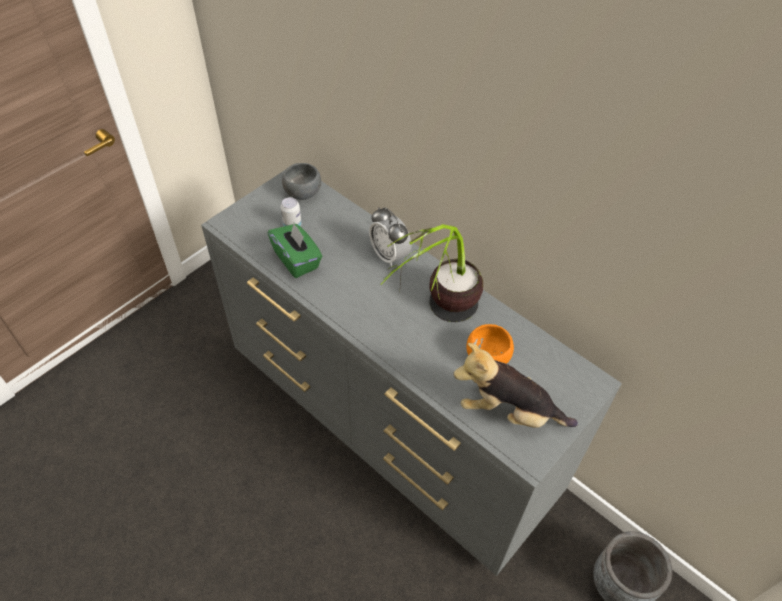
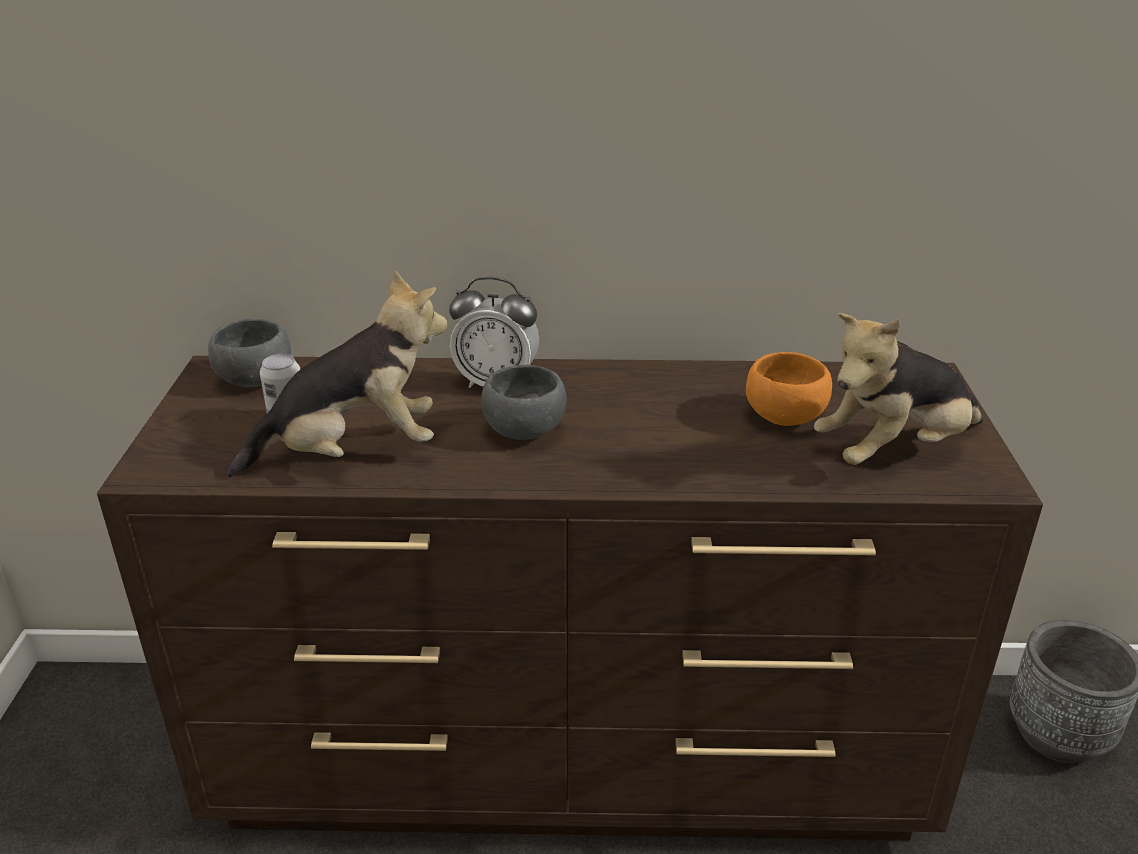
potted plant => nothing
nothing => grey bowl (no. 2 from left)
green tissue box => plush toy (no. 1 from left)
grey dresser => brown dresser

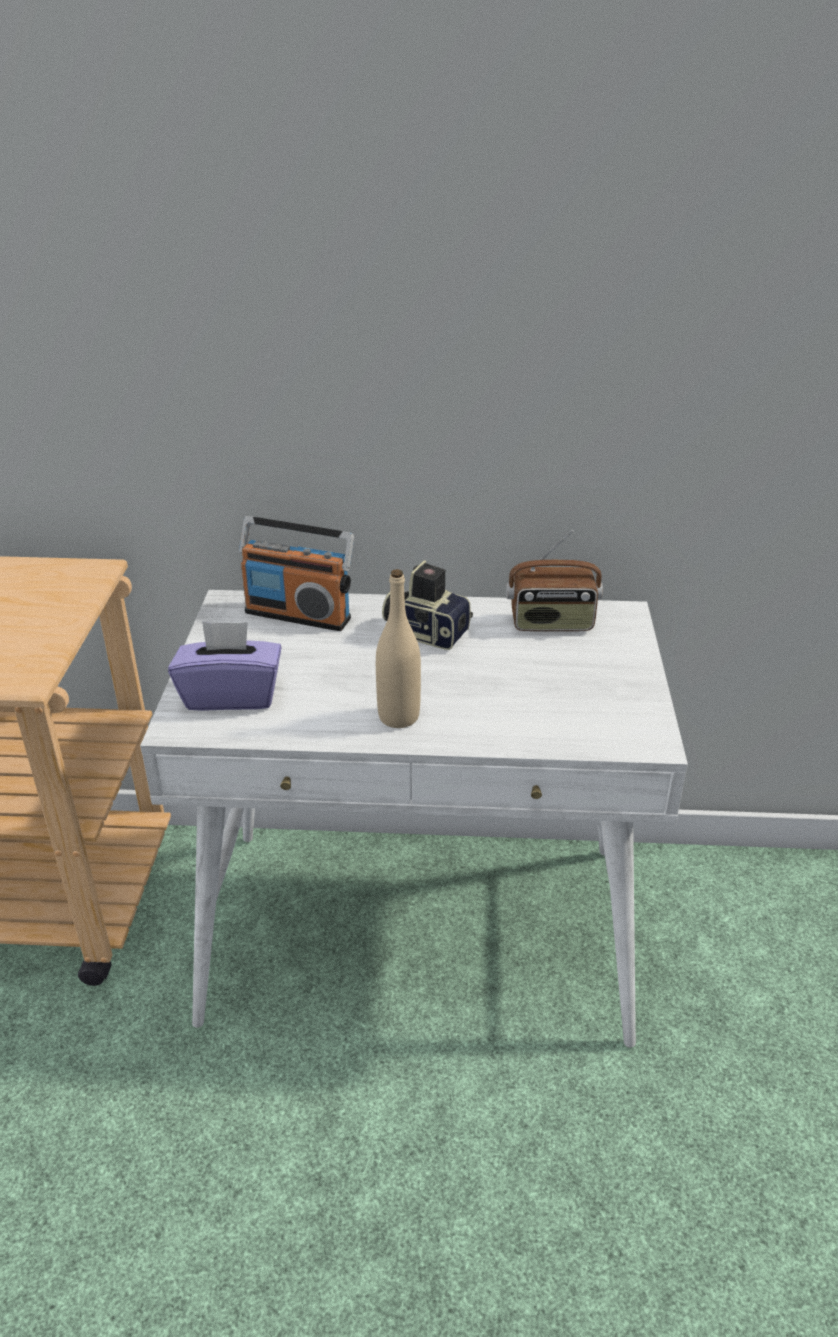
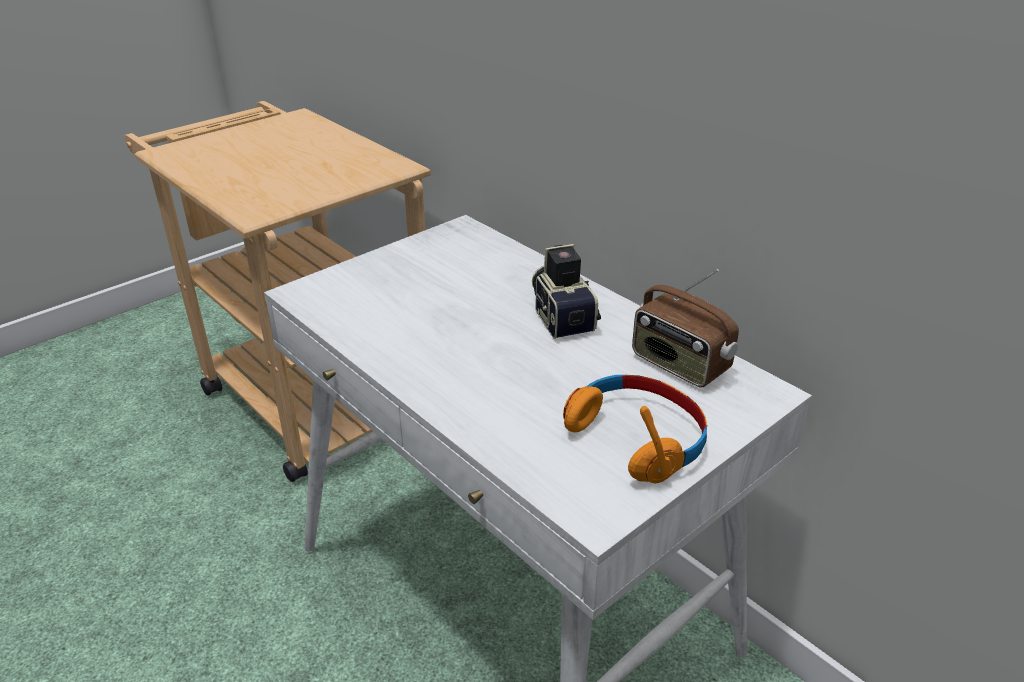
purple tissue box => nothing
radio (no. 1 from left) => nothing
beige bottle => nothing
nothing => orange headphones

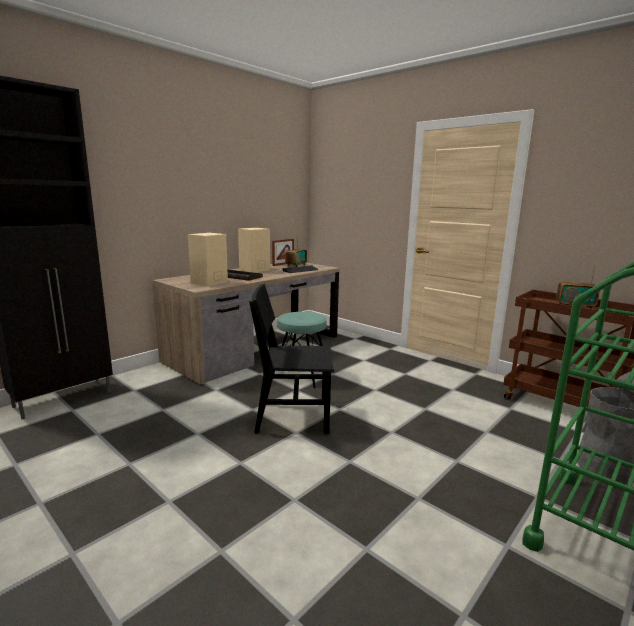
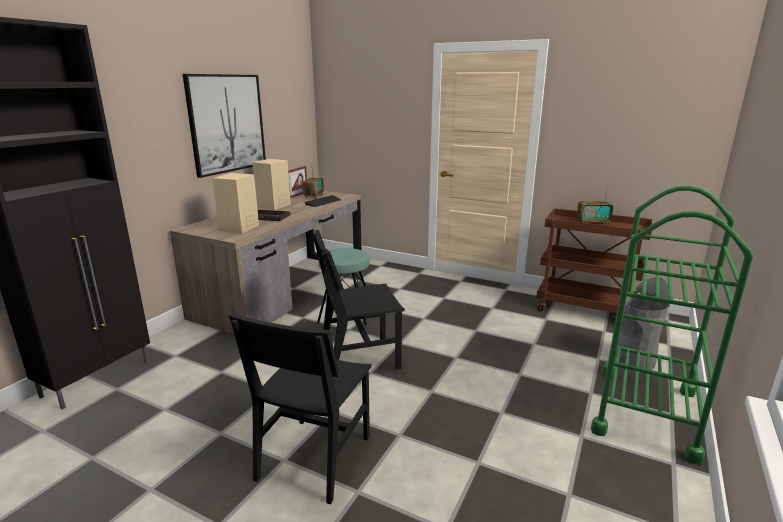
nothing => picture
nothing => black chair (no. 1 from left)

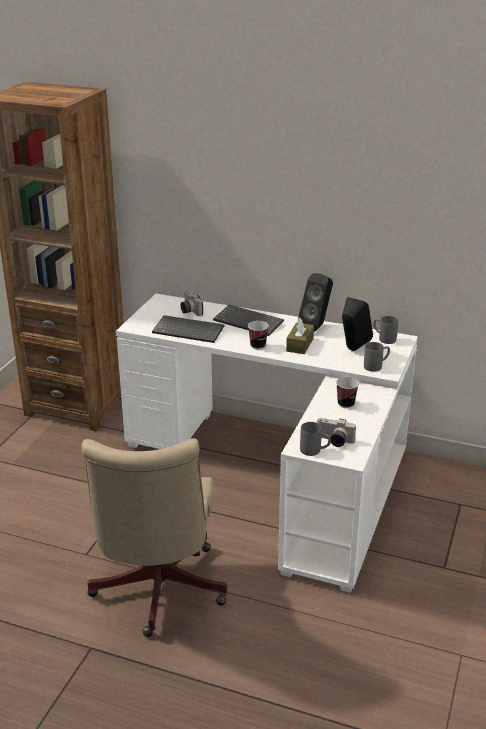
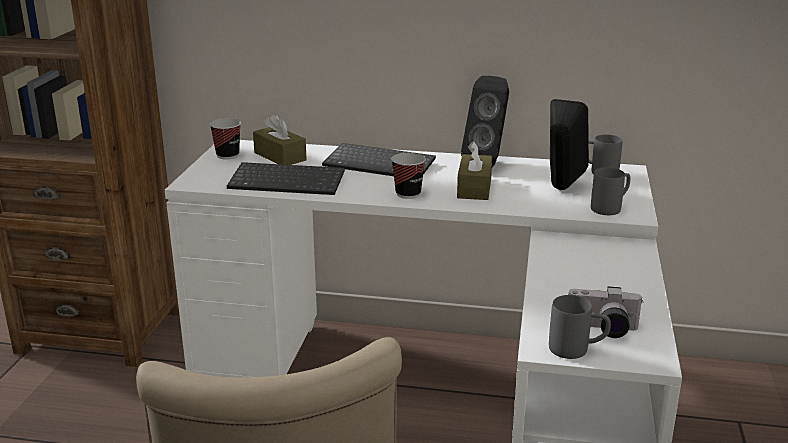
cup (no. 2 from left in the first image) => cup (no. 1 from left), relocated
photo camera (no. 1 from left) => brown tissue box (no. 1 from left)

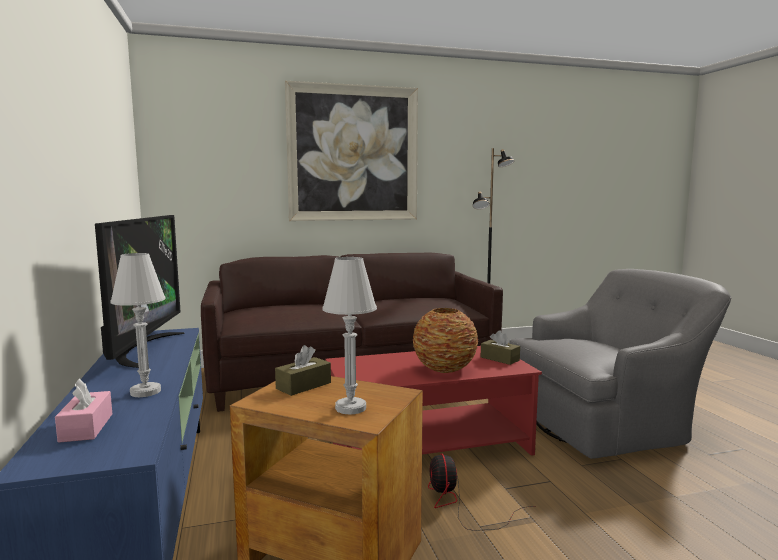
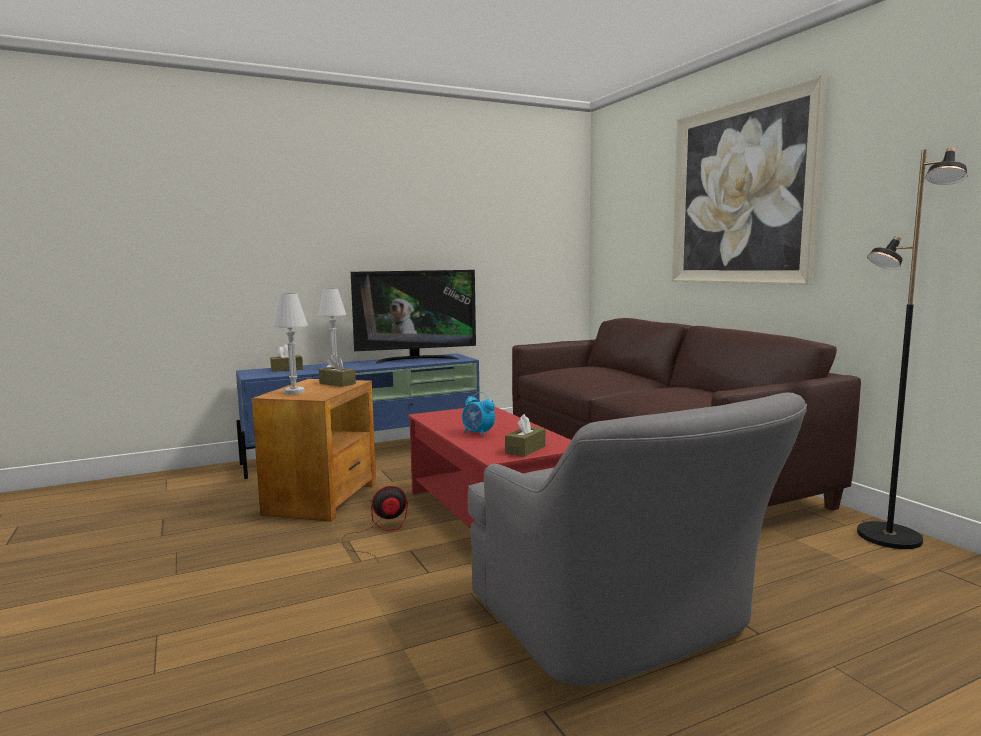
vase => alarm clock
pink tissue box => brown tissue box (no. 1 from left)

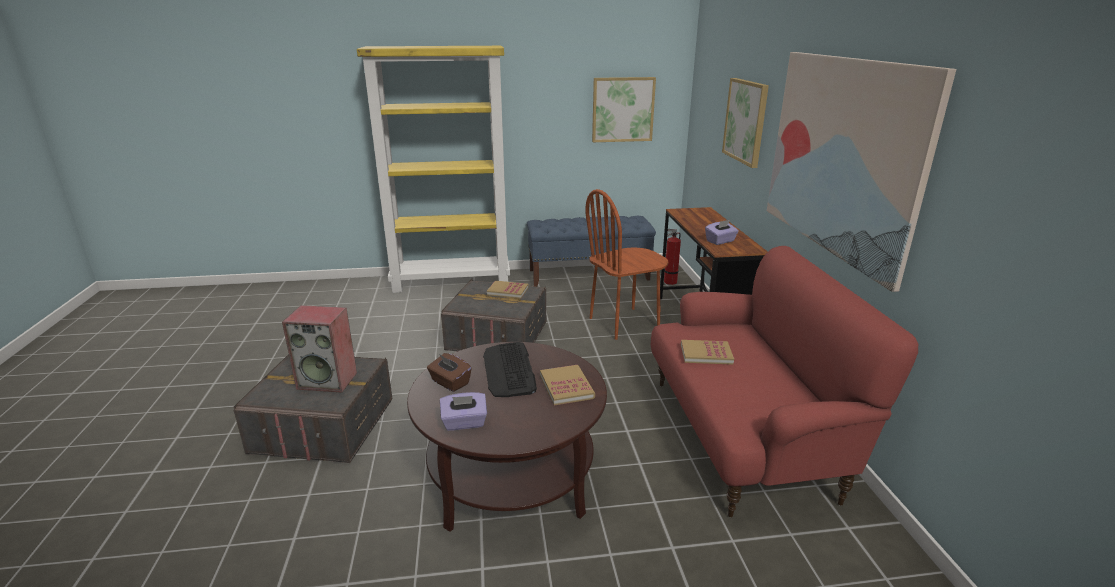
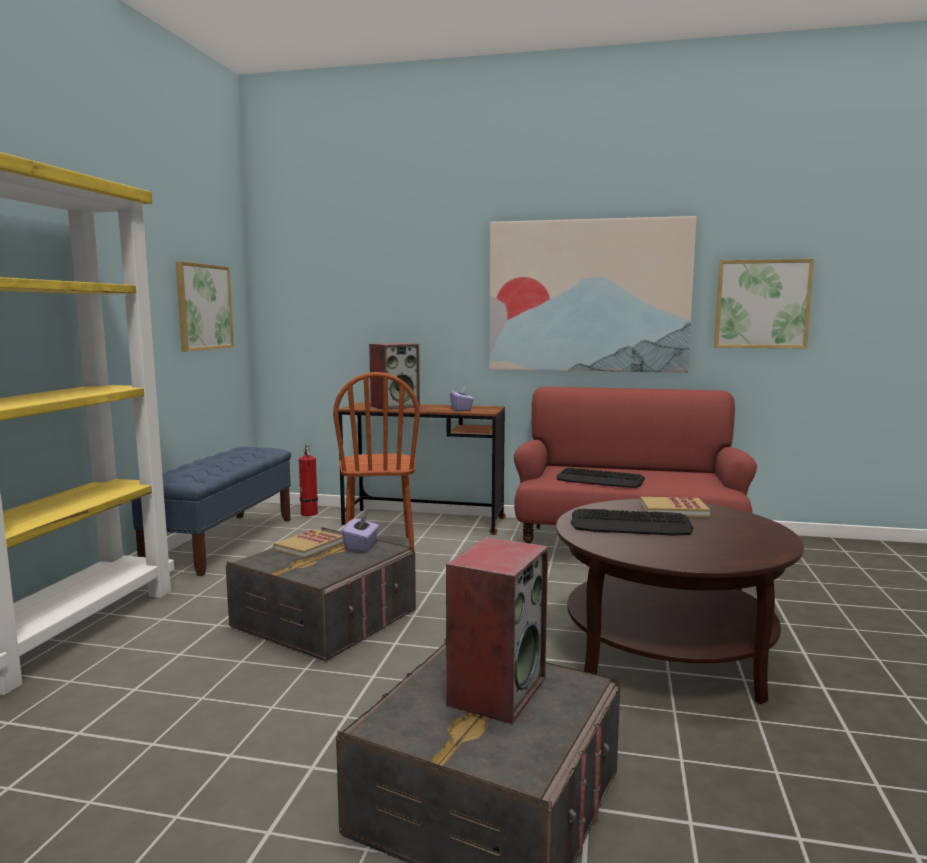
brown tissue box => nothing
nothing => speaker (no. 1 from left)
purple tissue box (no. 1 from left), relocated
picture (no. 2 from left in the first image) => picture (no. 3 from left), relocated
book (no. 3 from left) => keyboard (no. 1 from left)

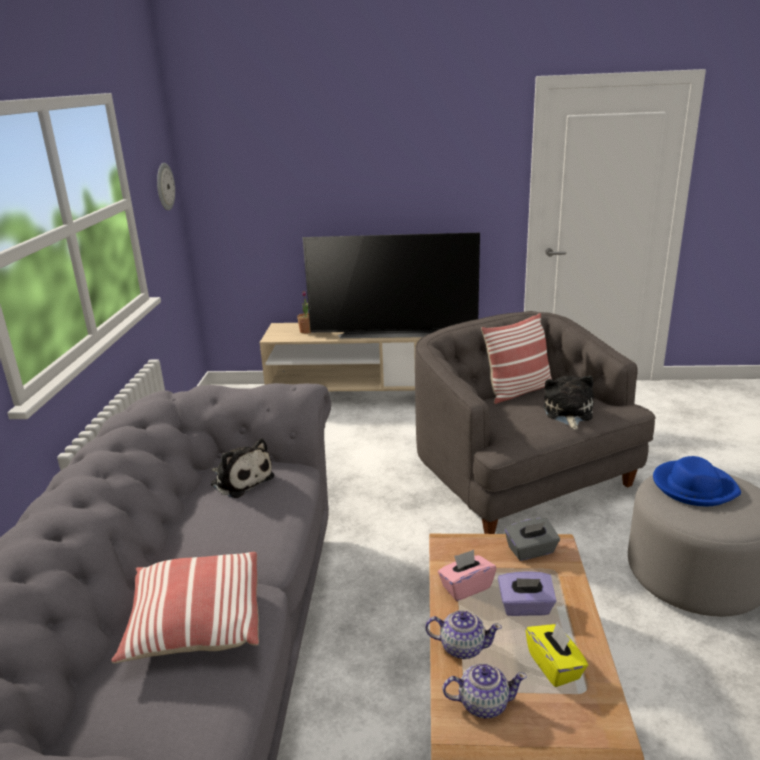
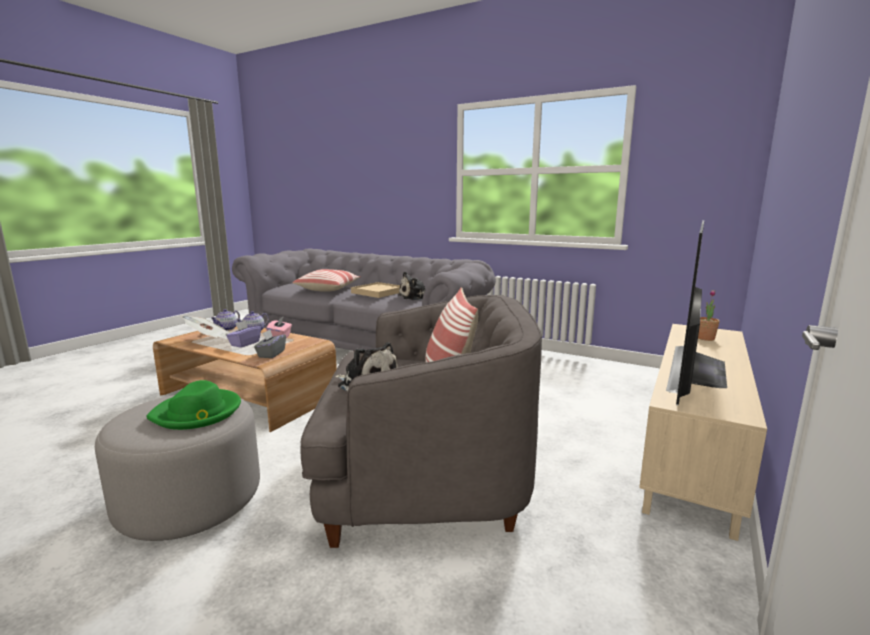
wall clock => nothing
nothing => beige tray
yellow tissue box => newspaper
blue hat => green hat

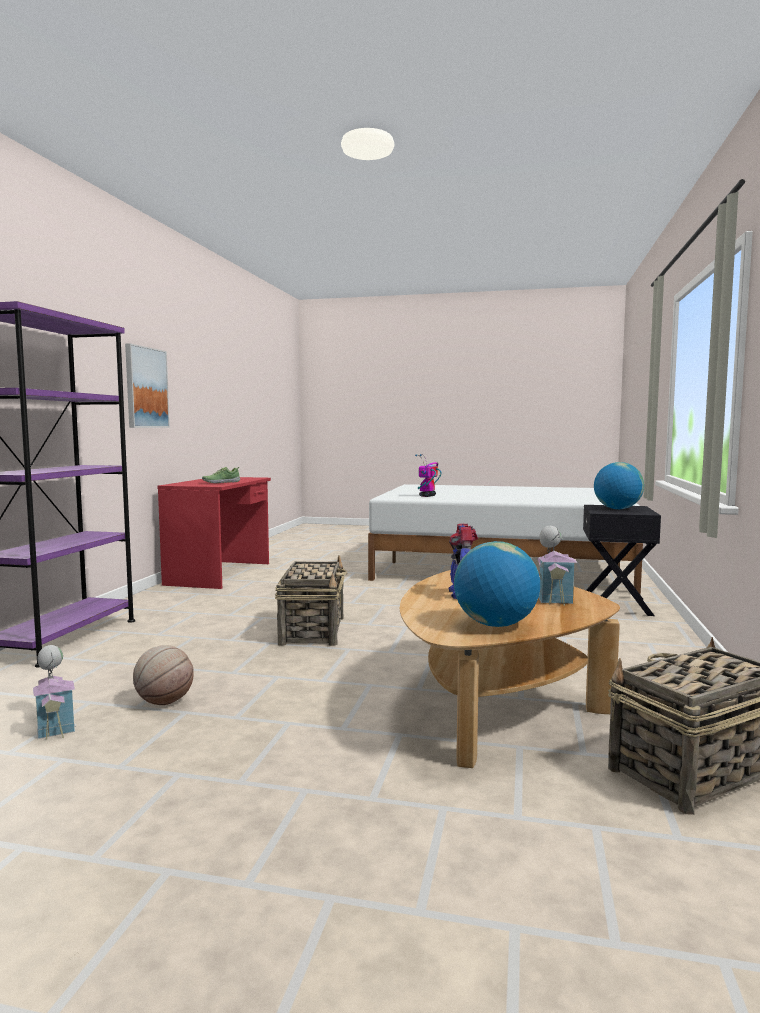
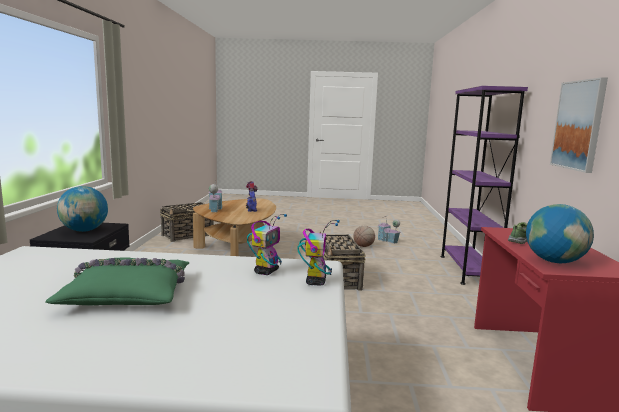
nothing => green pillow
nothing => toy robot (no. 3 from left)
globe (no. 1 from left in the first image) => globe (no. 2 from left), relocated

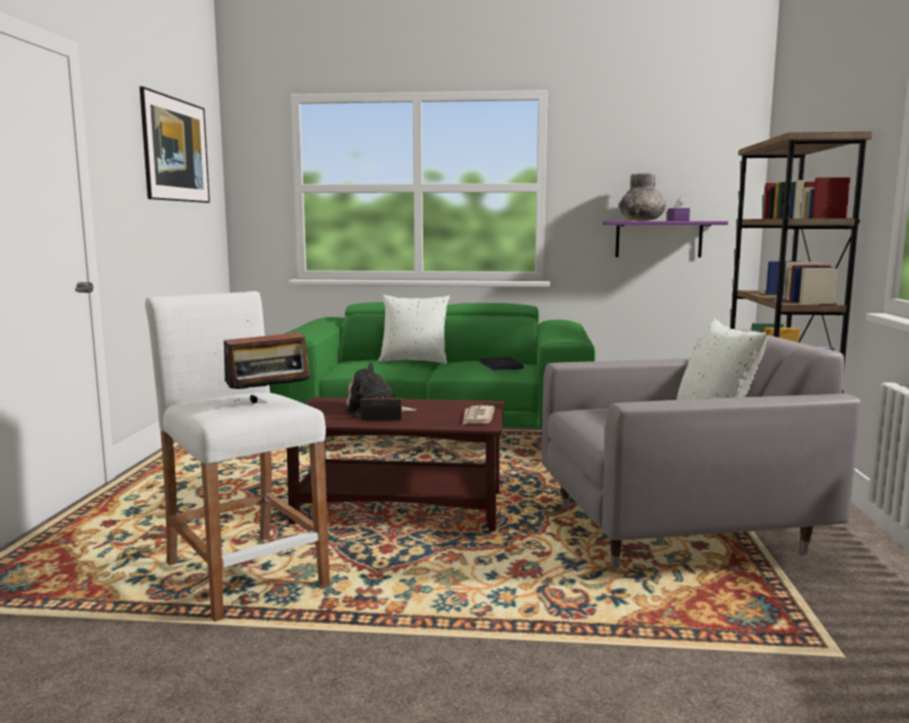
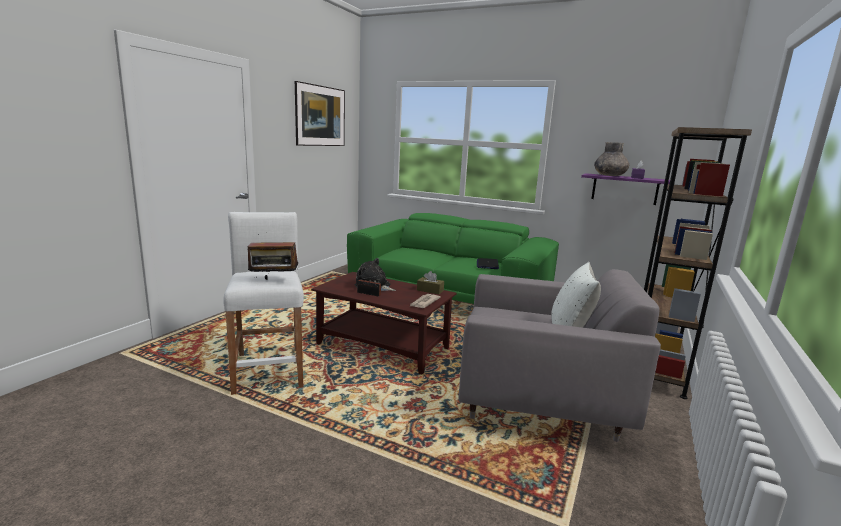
white pillow (no. 1 from left) => nothing
nothing => brown tissue box

